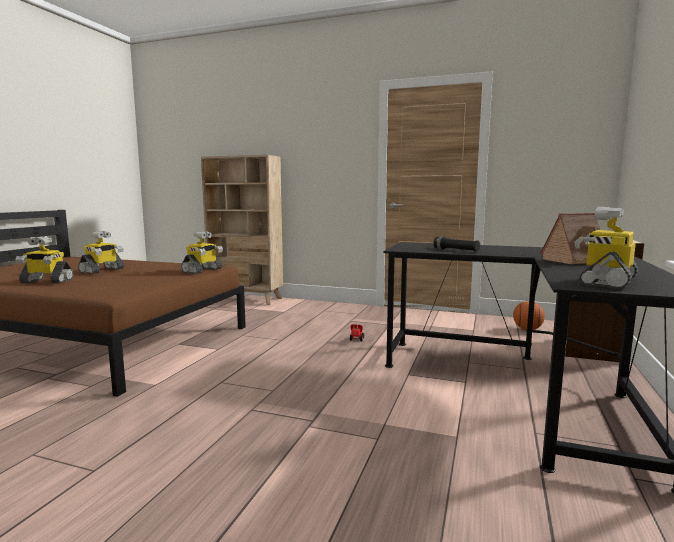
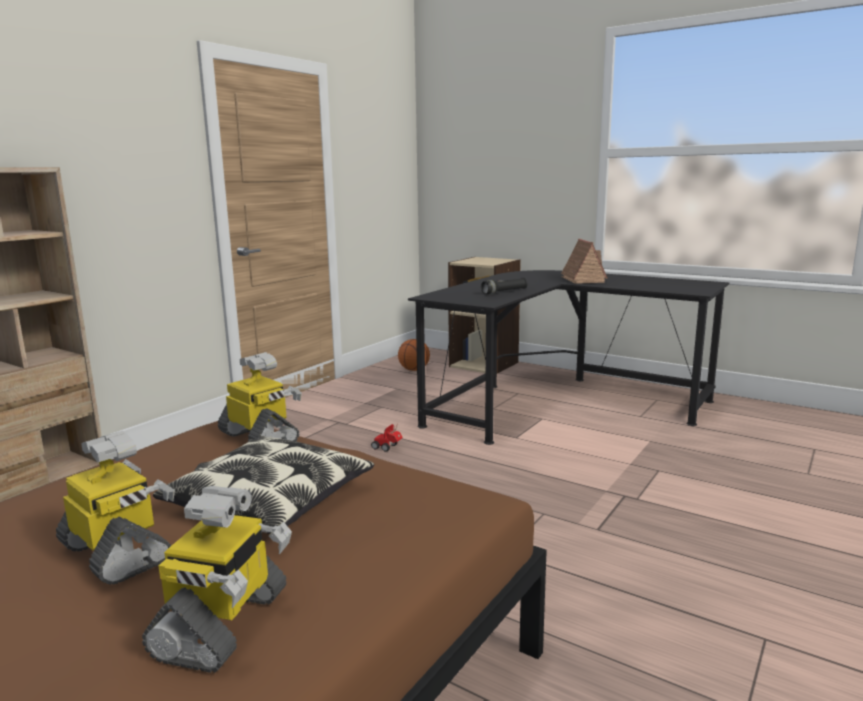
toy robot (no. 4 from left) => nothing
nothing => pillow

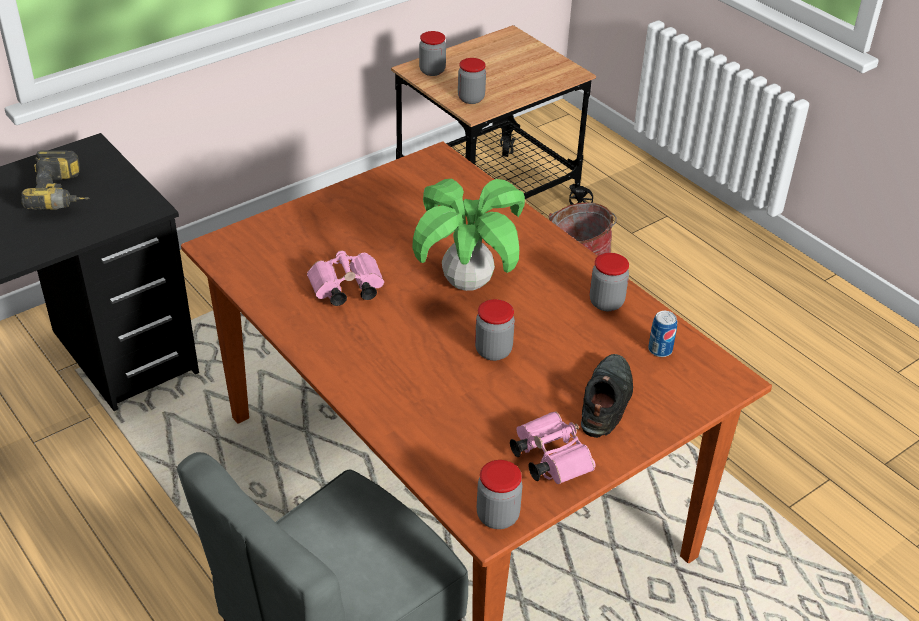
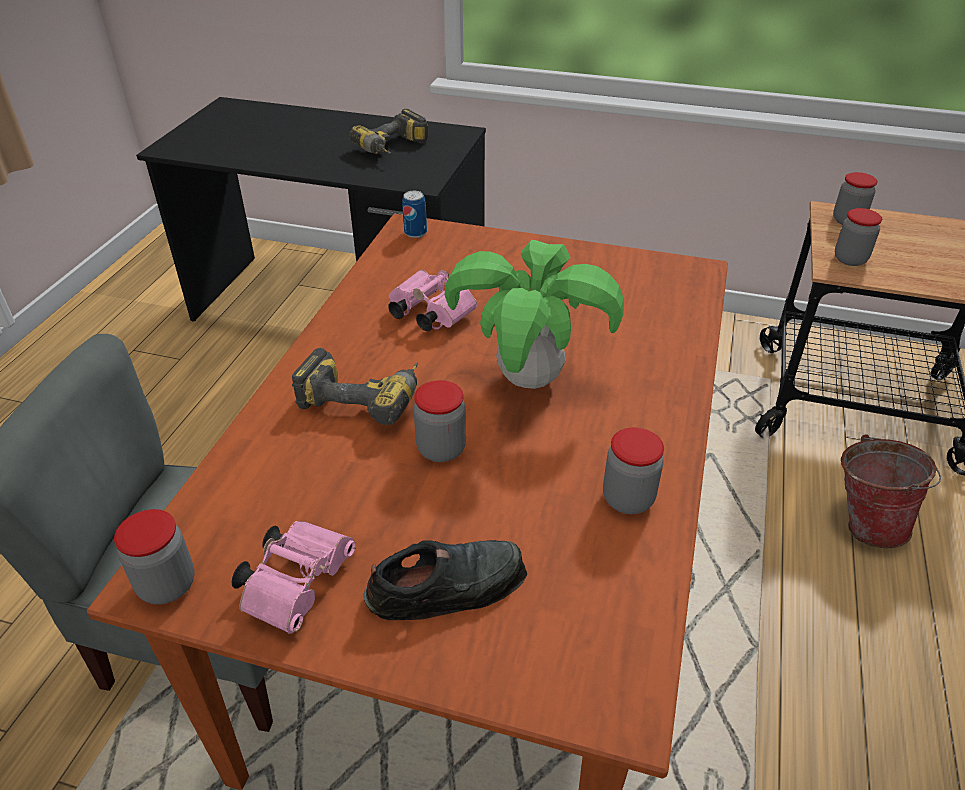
nothing => power drill (no. 1 from left)
can, relocated

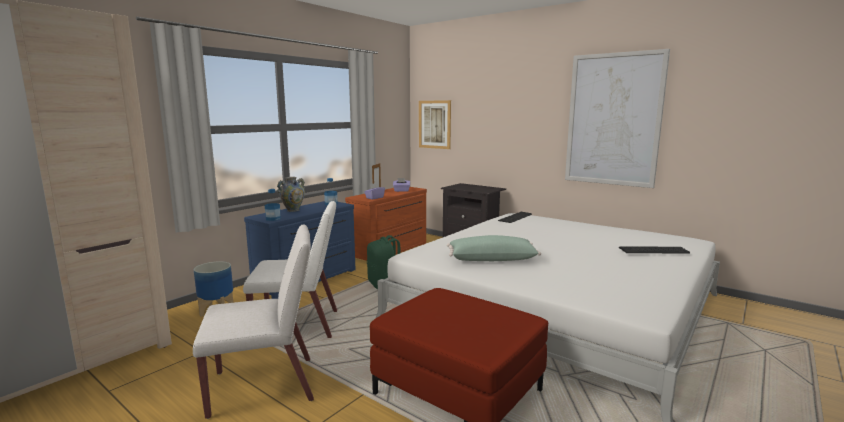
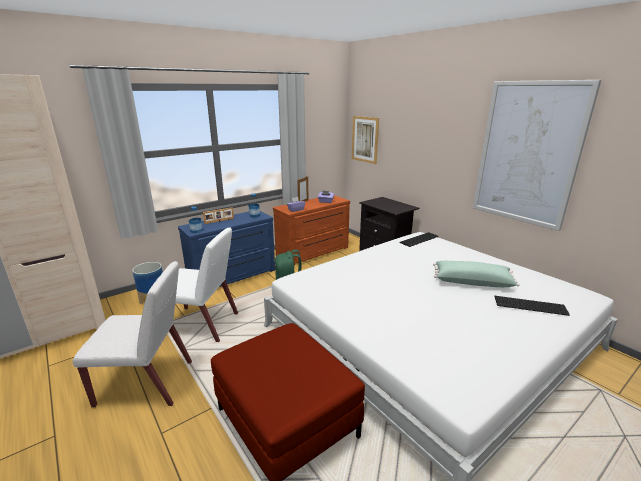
green pillow, relocated
vase => picture frame (no. 1 from left)

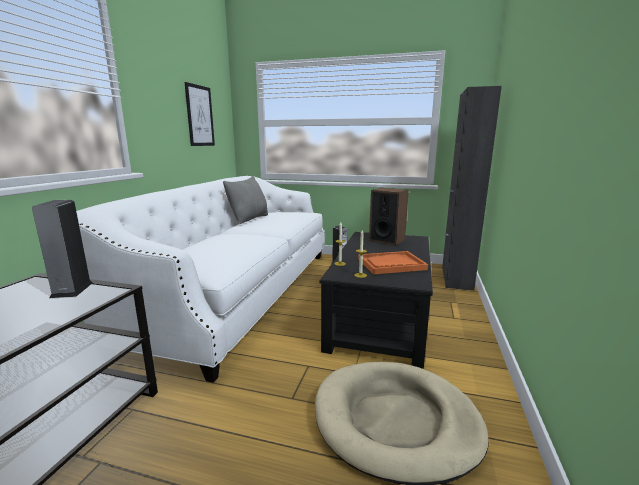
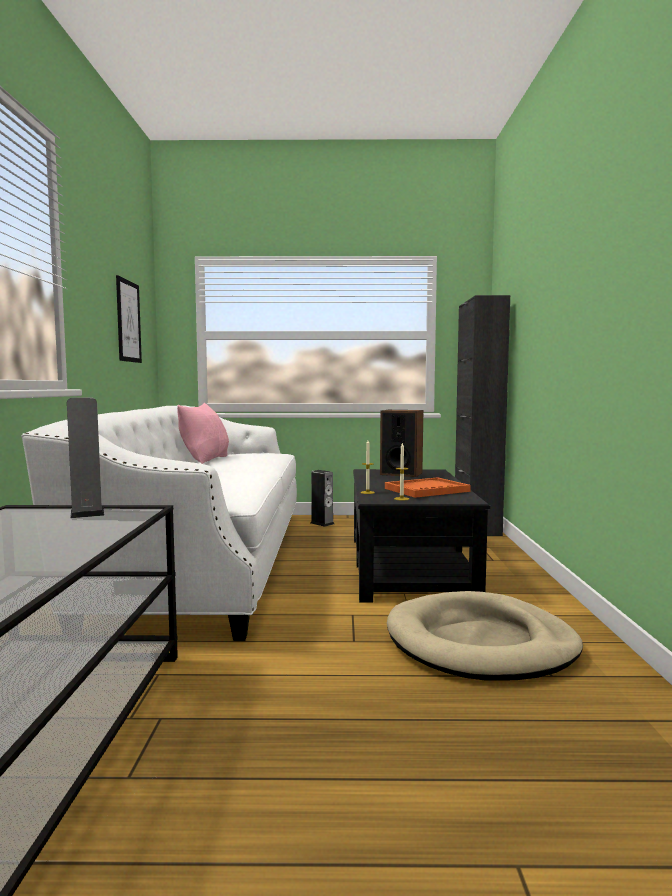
grey pillow => pink pillow

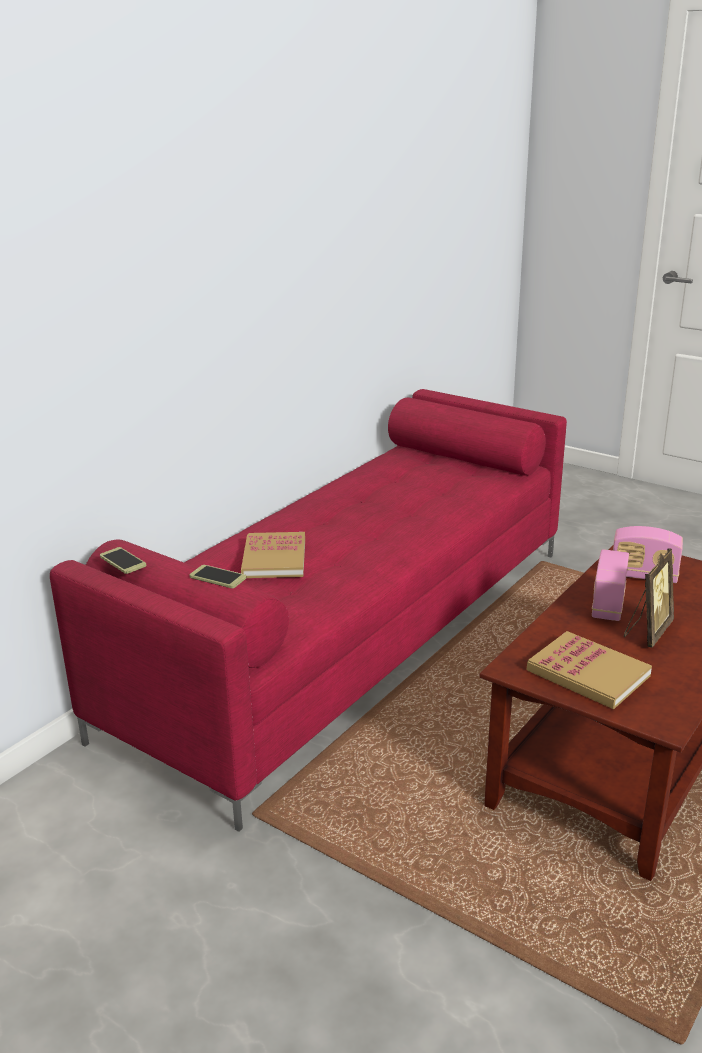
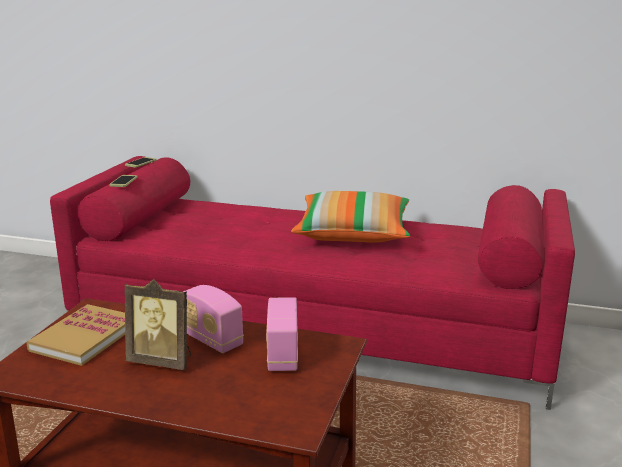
book (no. 1 from left) => nothing
nothing => pillow
radio (no. 1 from left), 135 degrees counterclockwise

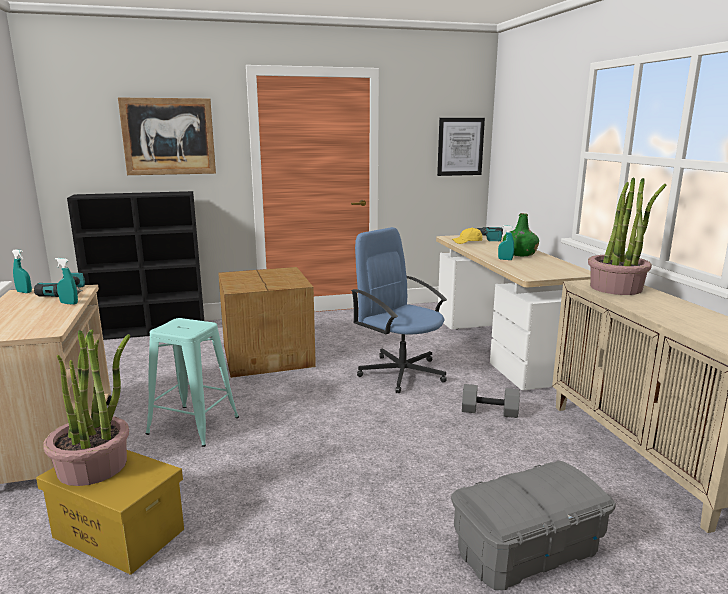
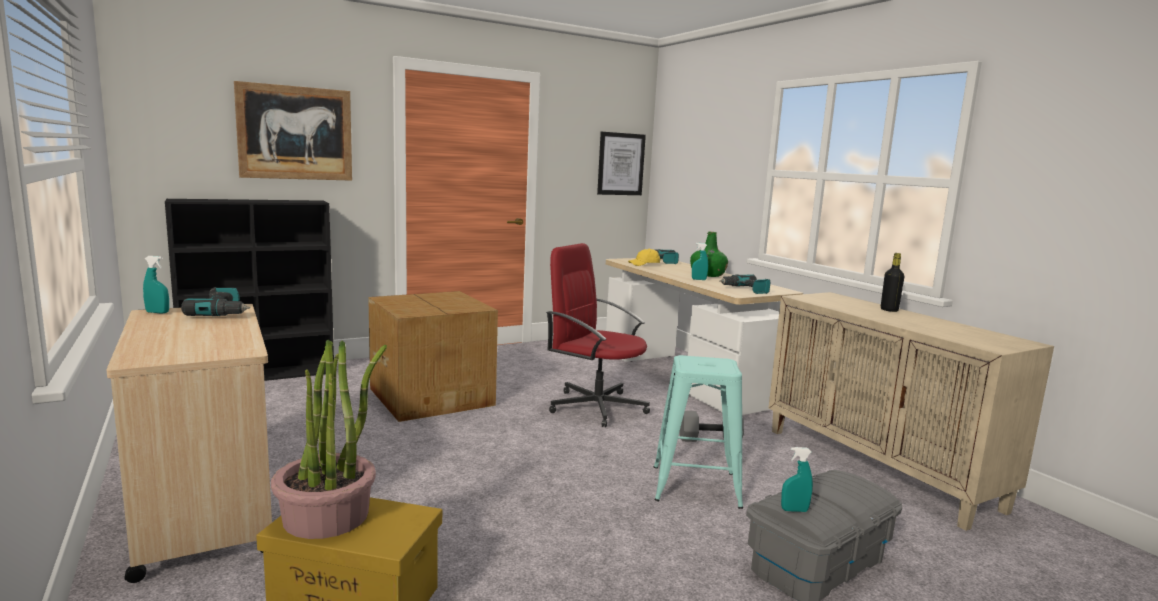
potted plant (no. 2 from left) => nothing
nothing => power drill (no. 3 from left)
nothing => black bottle
turquoise spray bottle (no. 2 from left in the first image) => turquoise spray bottle (no. 3 from left), relocated
turquoise stool, relocated
blue office chair => red office chair

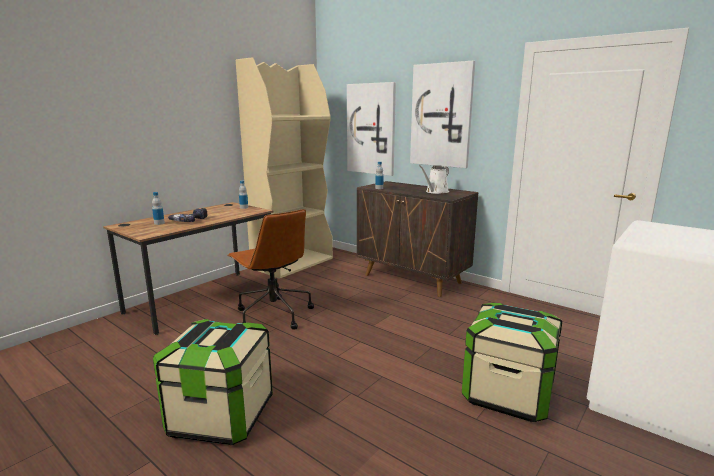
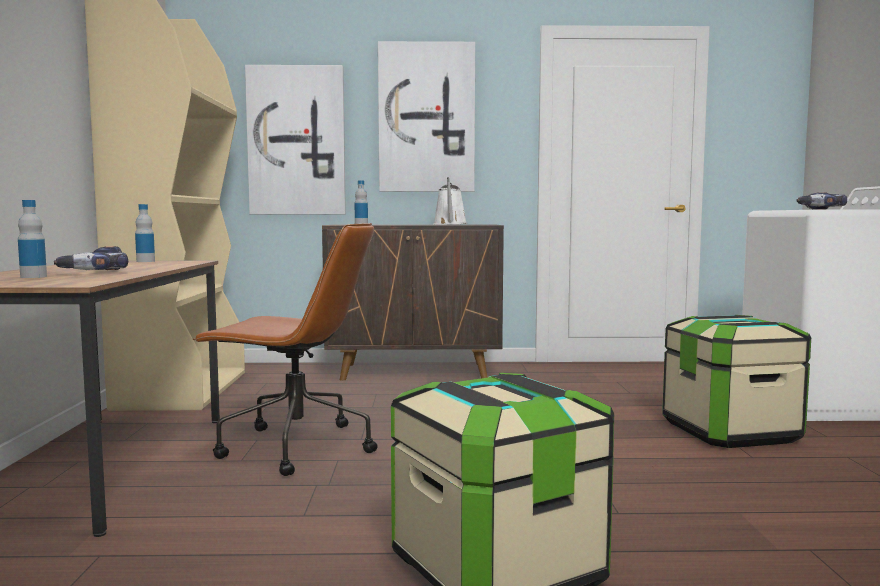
nothing => power drill (no. 2 from left)

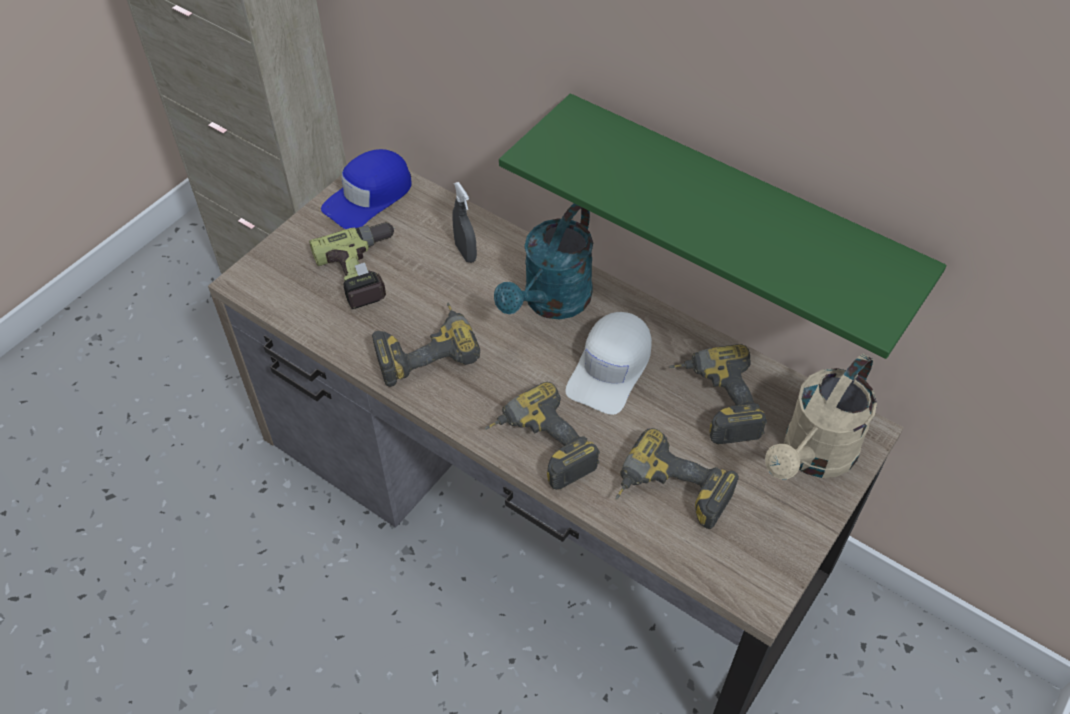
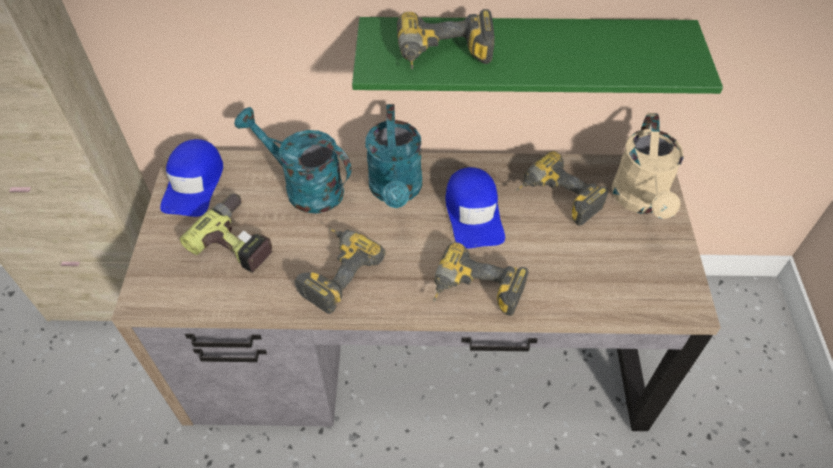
power drill (no. 4 from left in the first image) => power drill (no. 3 from left), relocated
grey spray bottle => turquoise watering can (no. 1 from left)
white cap => blue cap (no. 2 from left)

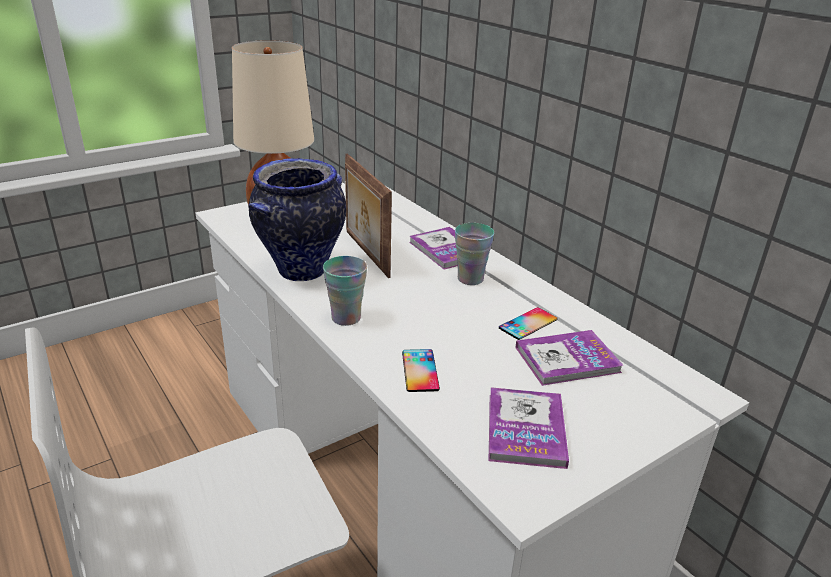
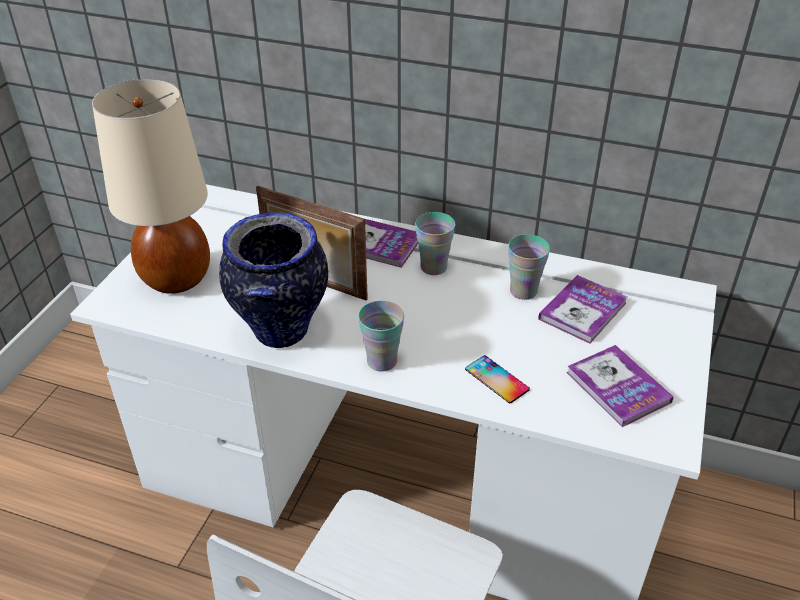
phone (no. 2 from left) => cup (no. 3 from left)

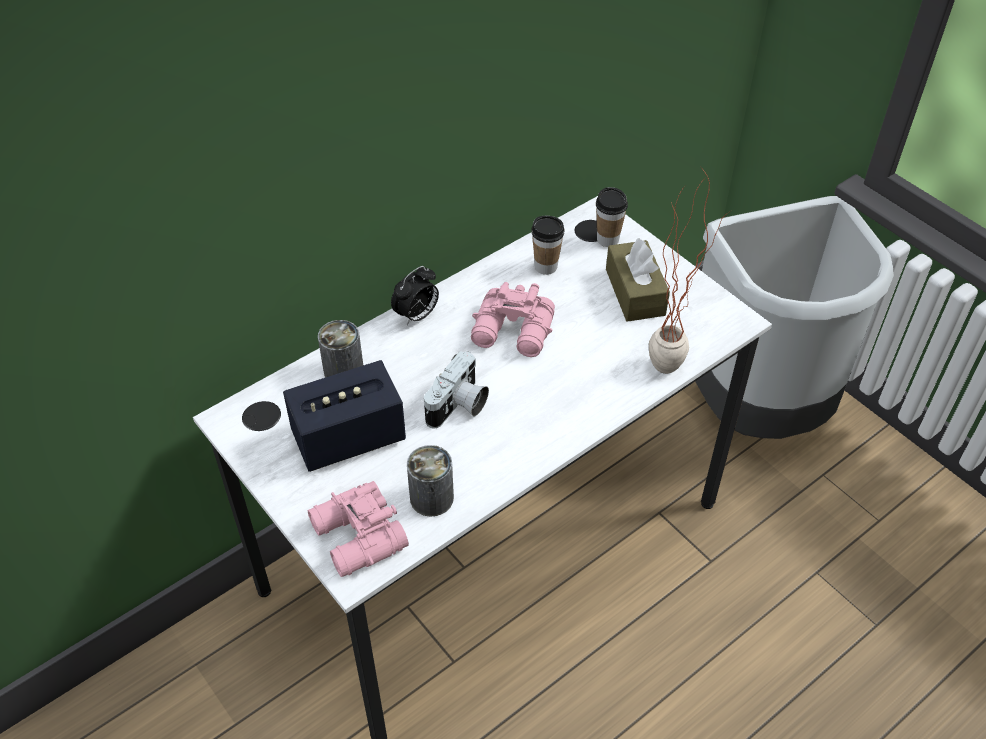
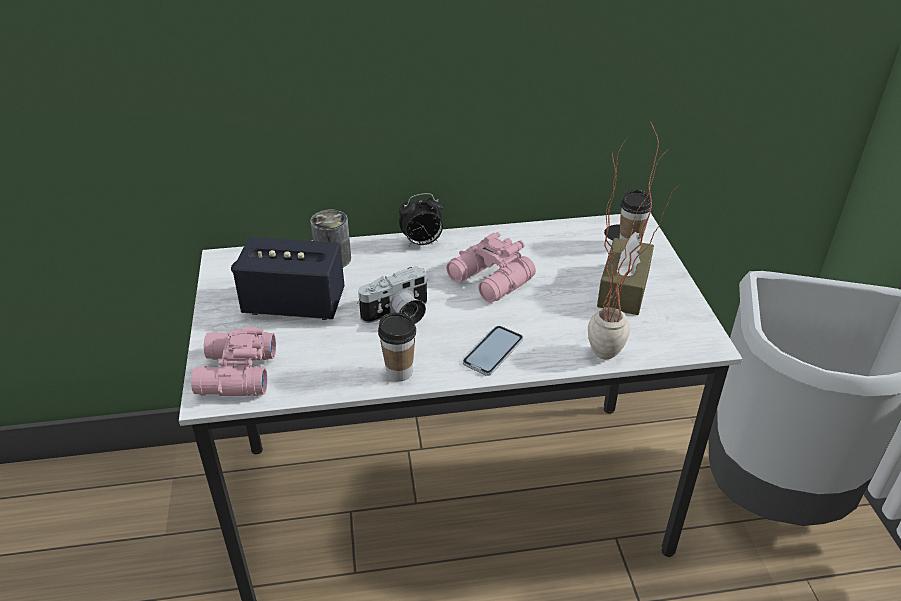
can (no. 2 from left) => nothing
nothing => phone
cup (no. 1 from left), relocated

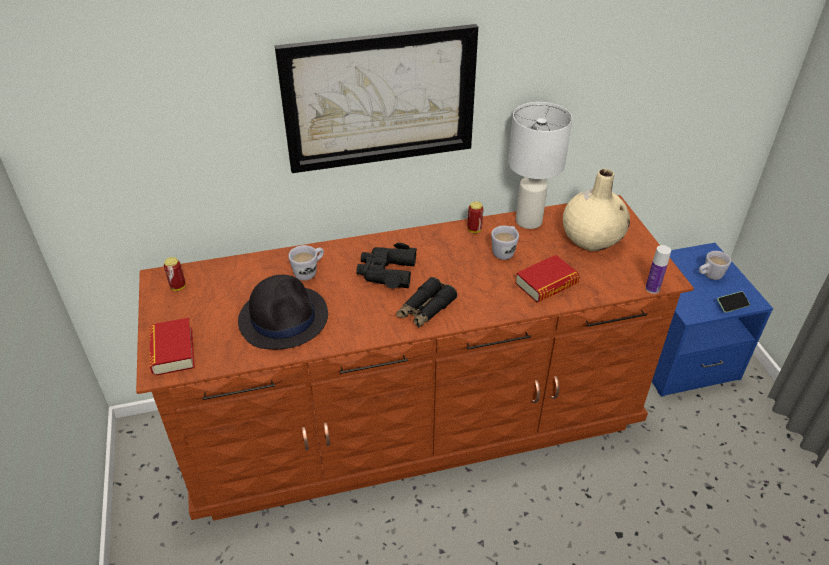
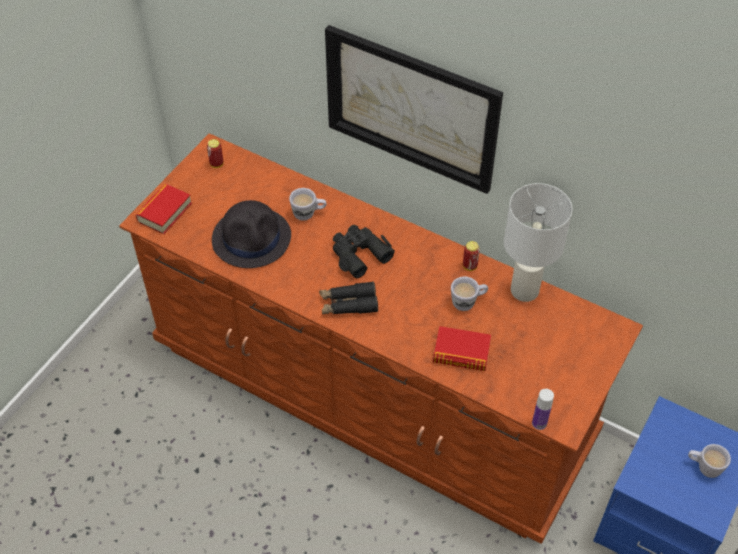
beige vase => nothing
phone => nothing

